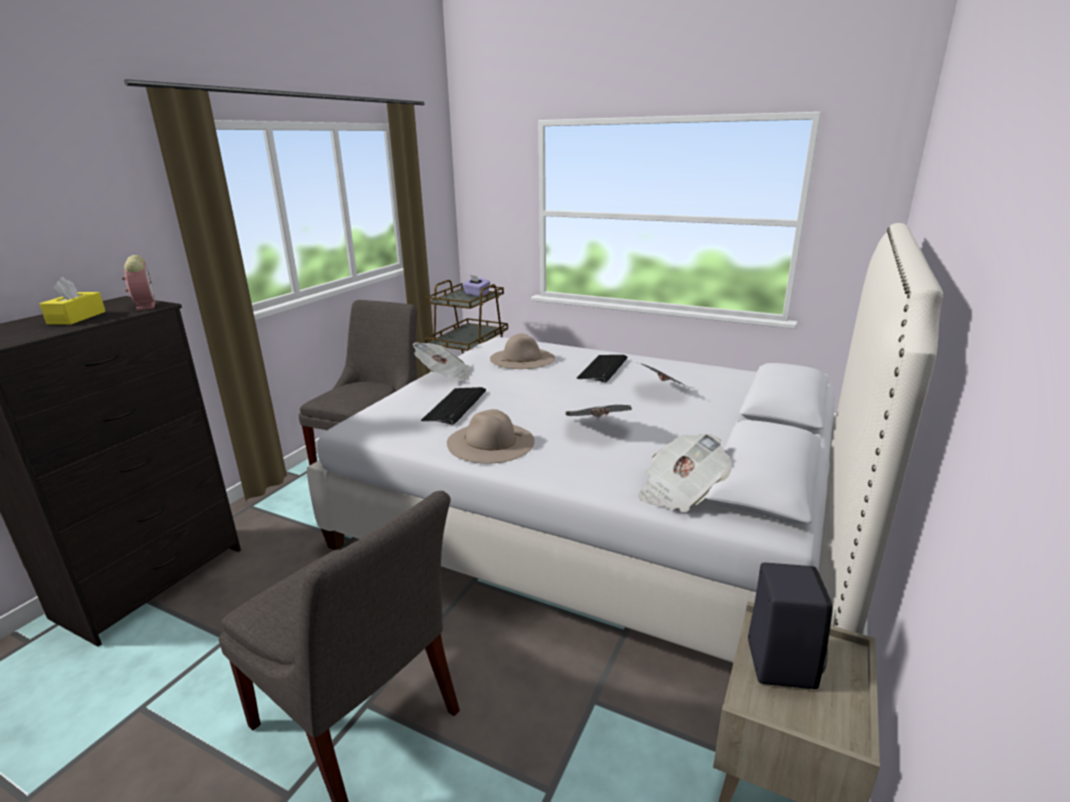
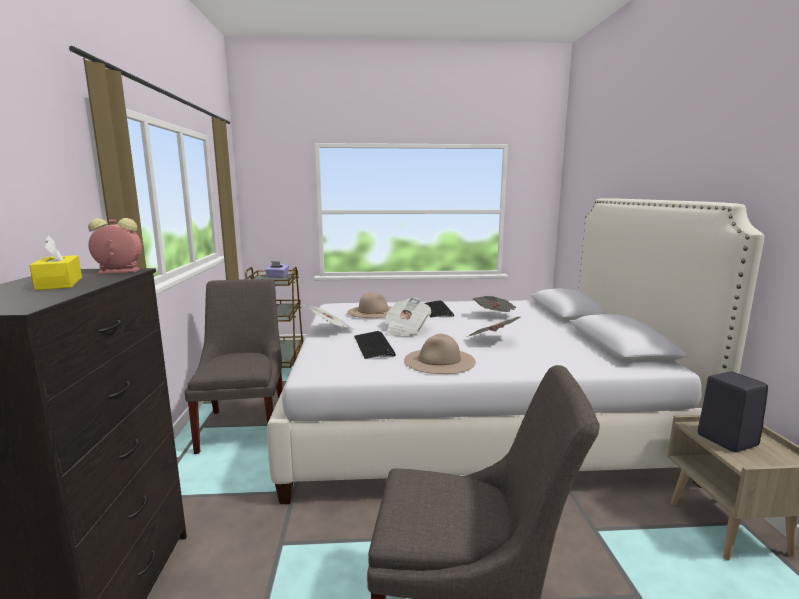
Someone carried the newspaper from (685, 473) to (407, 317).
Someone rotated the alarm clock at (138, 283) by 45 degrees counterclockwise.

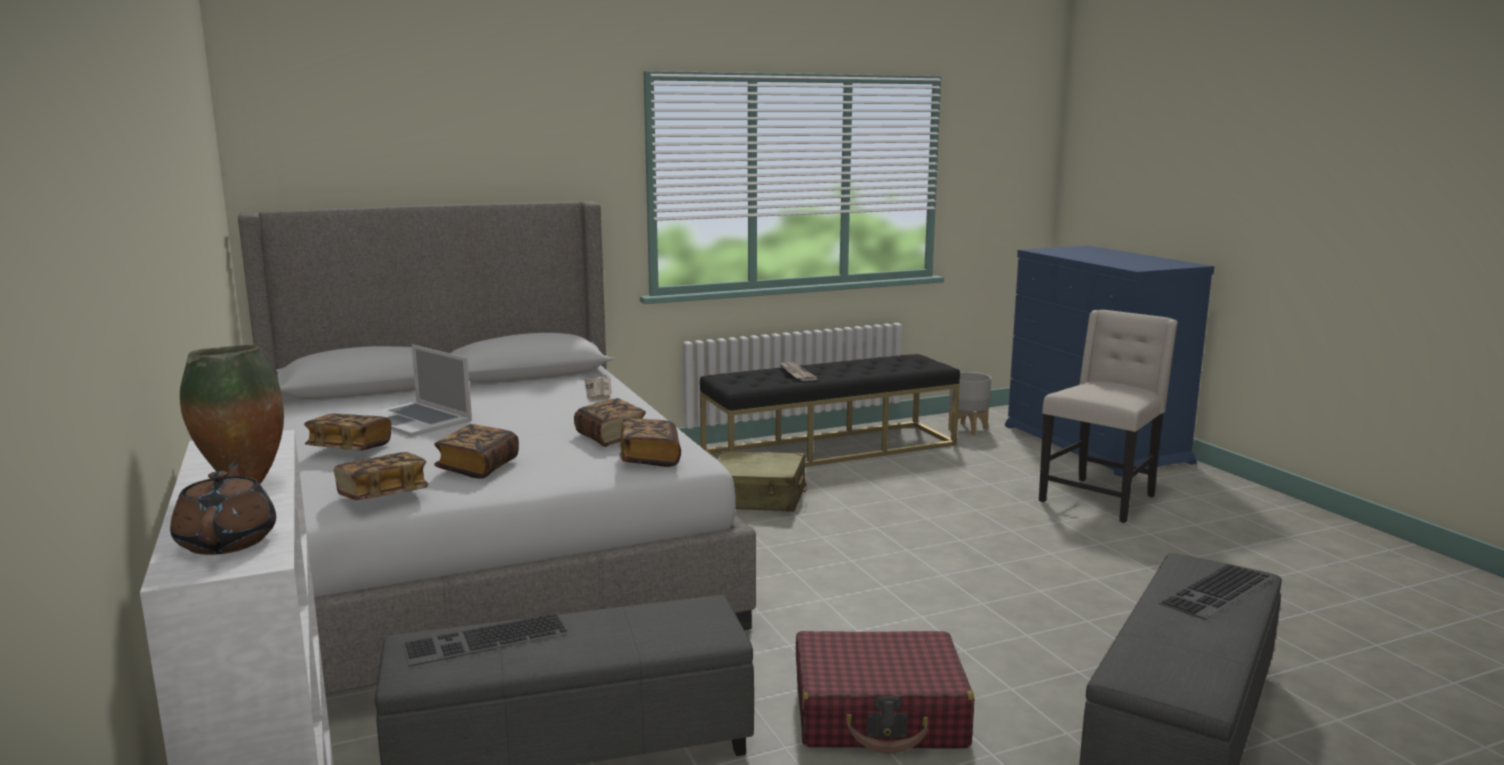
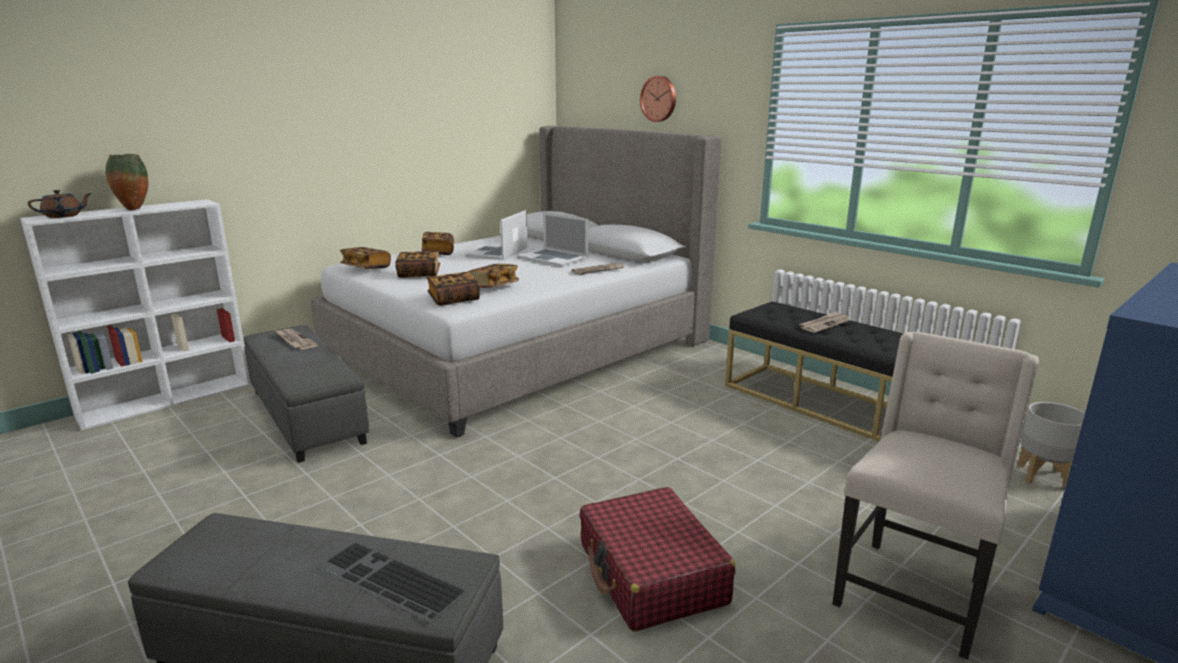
Someone took away the beige suitcase at (762, 481).
Someone put down the laptop at (552, 240).
Someone put up the wall clock at (658, 99).
Someone carried the red suitcase from (885, 692) to (657, 559).
Someone swapped the keyboard at (486, 640) for the newspaper at (296, 339).
Someone rotated the beige chair at (1108, 416) by 75 degrees counterclockwise.

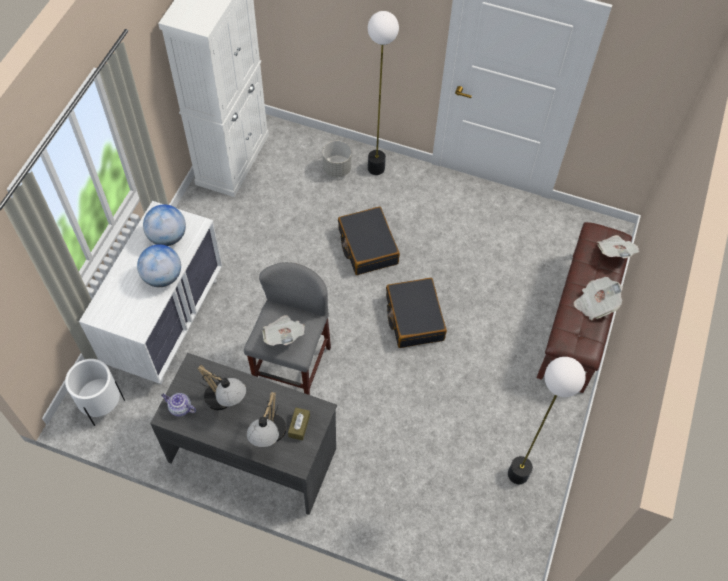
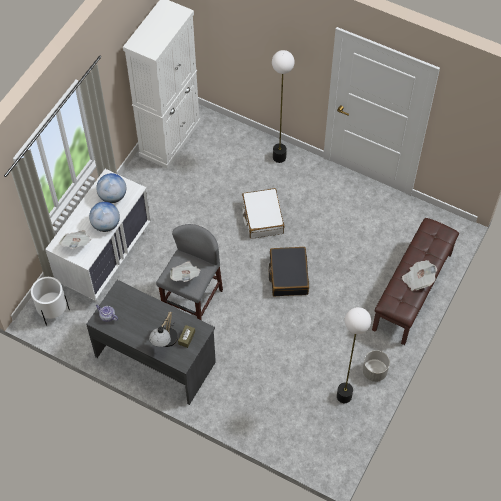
Someone took away the table lamp at (222, 387).
Someone carried the grey planter from (337, 159) to (376, 366).
Someone carried the newspaper from (618, 246) to (75, 239).
Someone repainted the black suitcase at (369, 241), which became the white suitcase at (263, 213).

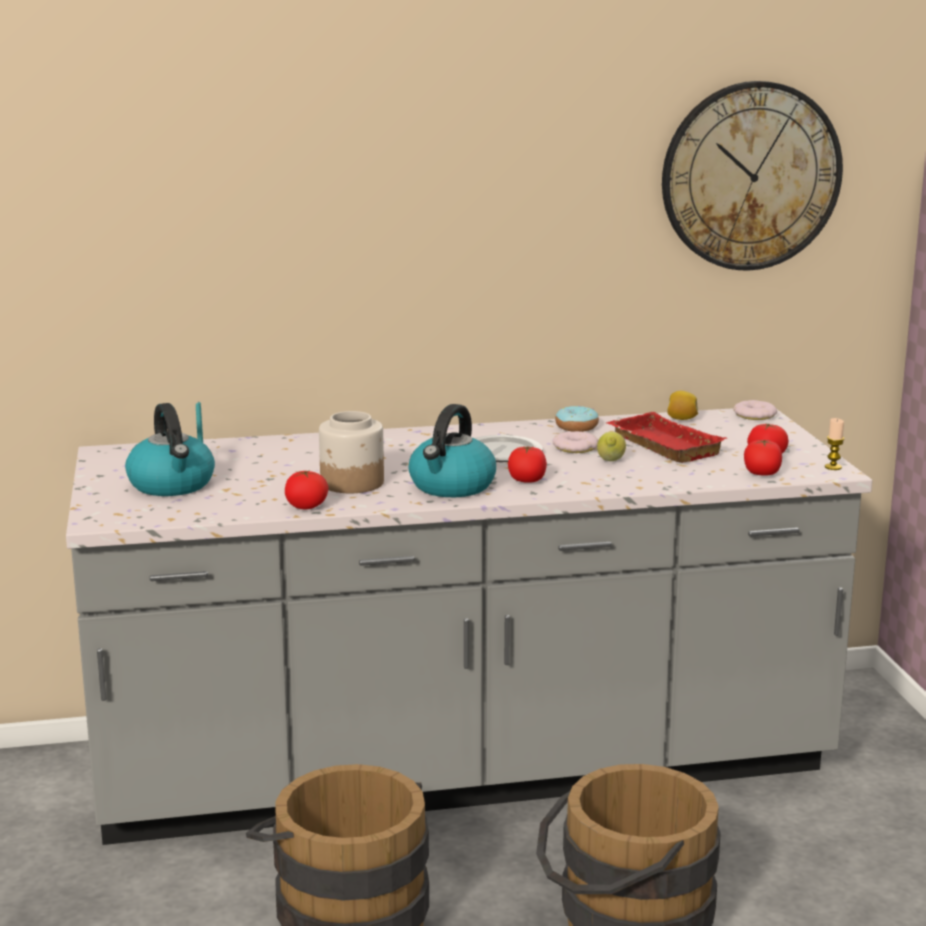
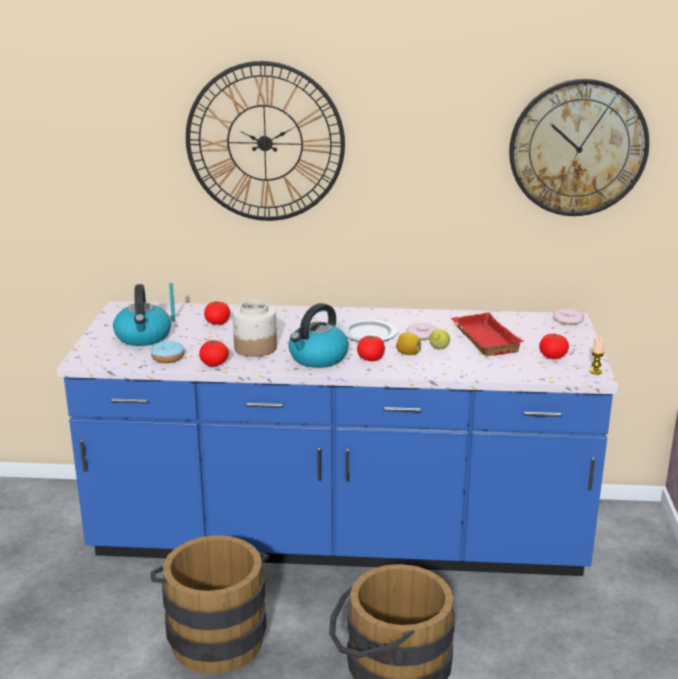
Someone put up the wall clock at (265, 141).
Someone carried the donut from (577, 419) to (167, 352).
Someone carried the lemon from (683, 405) to (408, 343).
Someone carried the tomato from (763, 458) to (217, 313).
Someone repainted the grey counter at (469, 626), which became the blue counter at (338, 438).

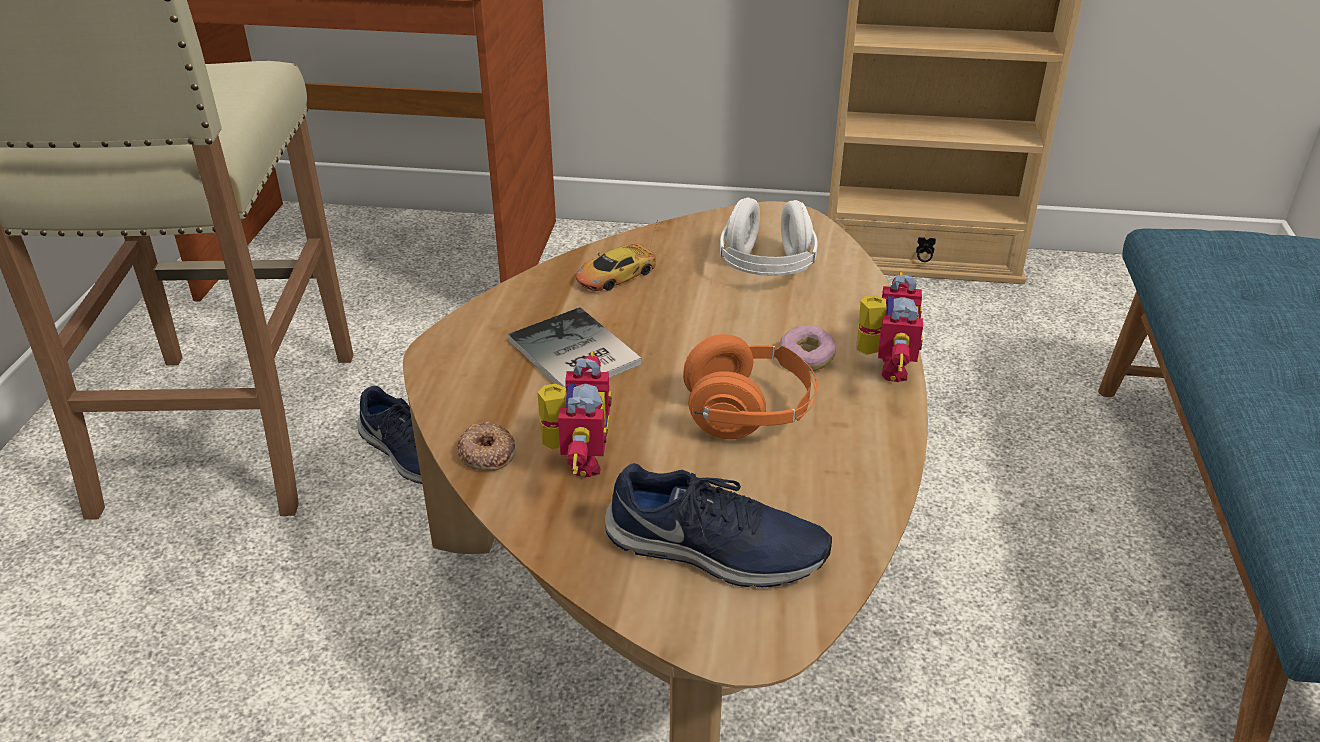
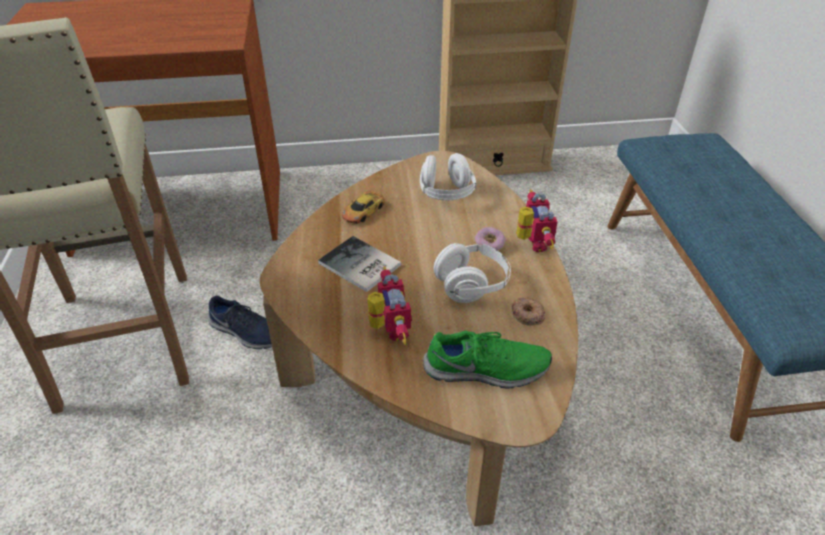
Someone carried the donut from (486, 446) to (528, 311).
Someone repainted the blue shoe at (718, 525), which became the green shoe at (487, 359).
Someone repainted the orange headphones at (750, 386), which became the white headphones at (472, 273).

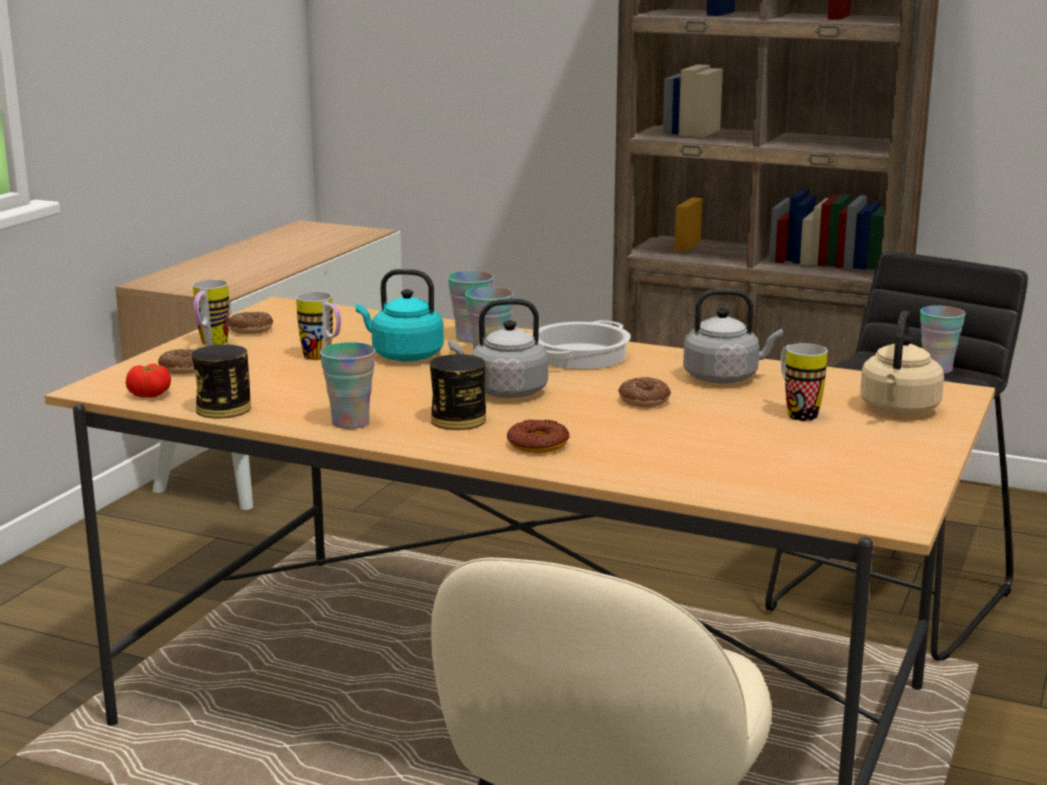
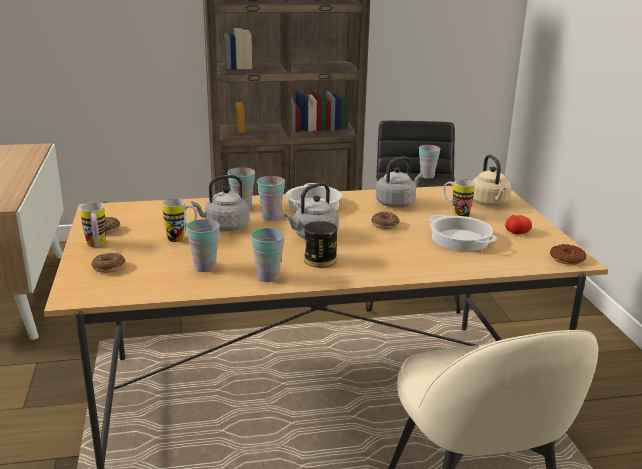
Someone took away the can at (221, 381).
Someone put down the cup at (203, 245).
Someone put down the cooking pot at (463, 233).
Someone carried the tomato from (148, 381) to (518, 224).
Someone carried the donut from (538, 436) to (568, 254).
Someone repainted the turquoise kettle at (400, 315), which became the grey kettle at (220, 203).

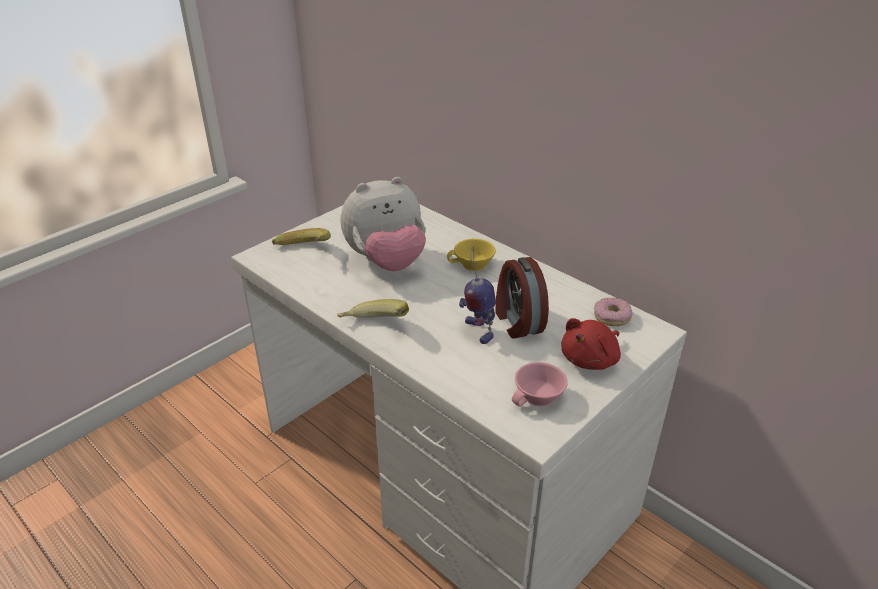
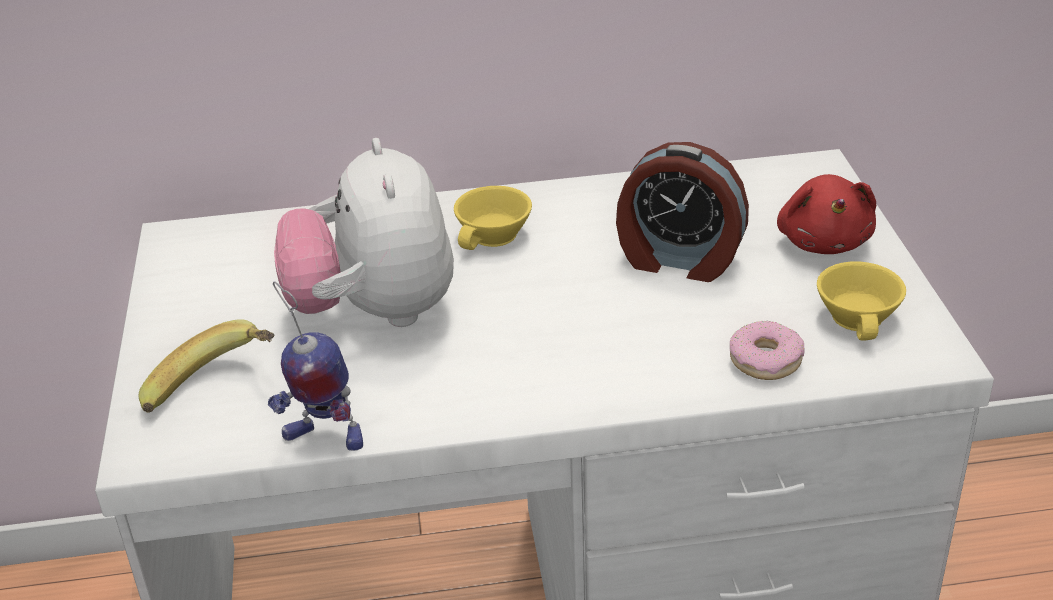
Someone took away the banana at (373, 308).
Someone carried the toy robot from (477, 295) to (315, 366).
Someone carried the donut from (613, 312) to (767, 350).
Someone repainted the pink cup at (540, 384), which became the yellow cup at (861, 301).
Someone rotated the plush toy at (383, 224) by 150 degrees clockwise.

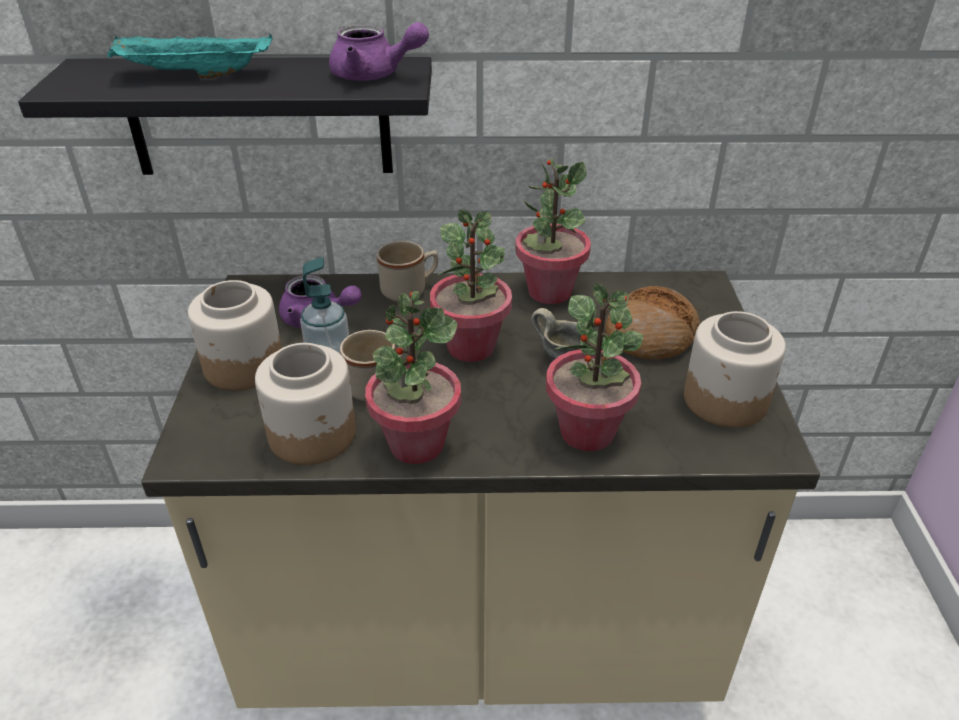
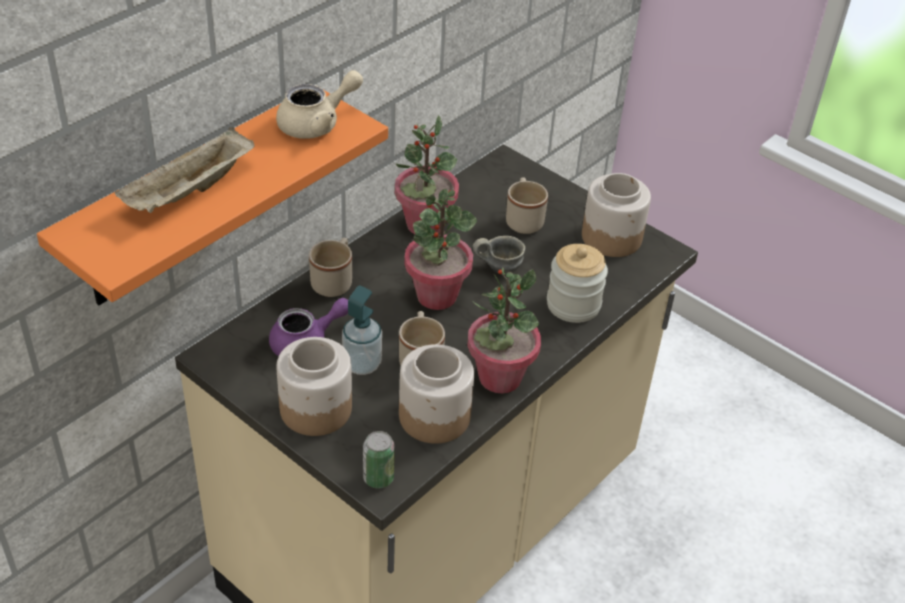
Someone put down the can at (379, 459).
Someone swapped the potted plant at (594, 367) for the jar at (577, 283).
Someone swapped the bread at (652, 322) for the beige mug at (527, 205).
Someone repainted the black shelf at (225, 116), which became the orange shelf at (212, 197).
Someone repainted the turquoise tray at (189, 55), which became the beige tray at (185, 170).
Someone repainted the purple teapot at (379, 51), which became the beige teapot at (319, 104).

